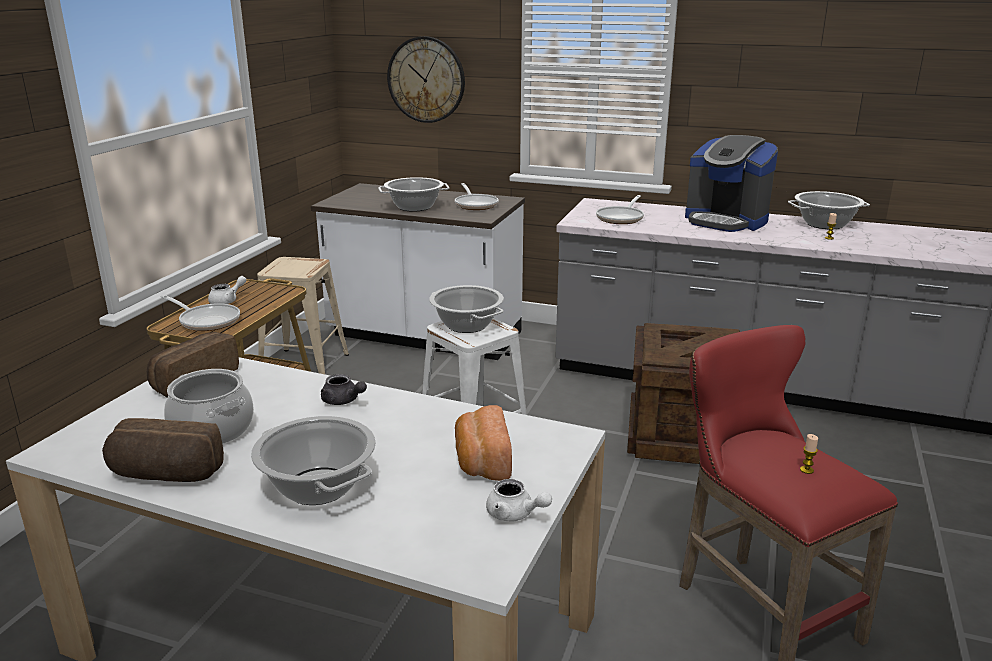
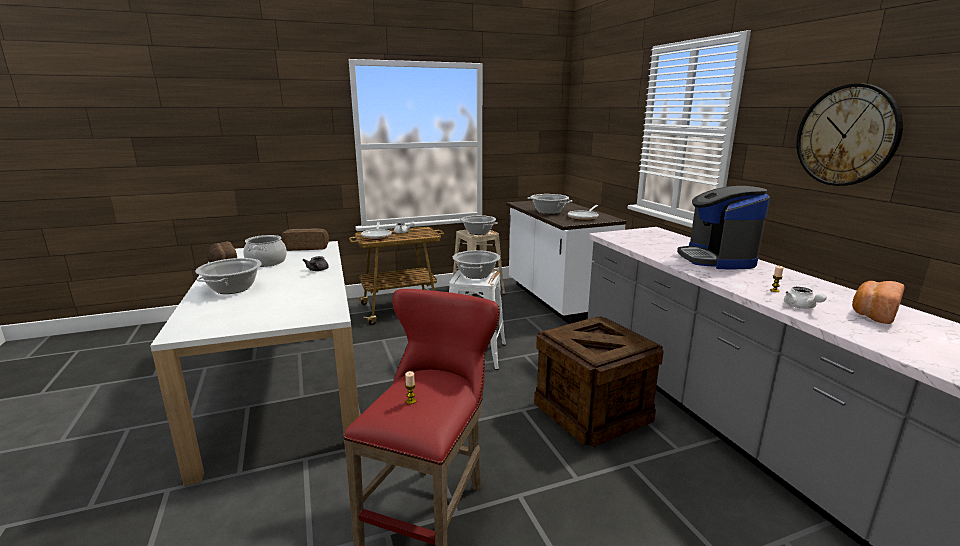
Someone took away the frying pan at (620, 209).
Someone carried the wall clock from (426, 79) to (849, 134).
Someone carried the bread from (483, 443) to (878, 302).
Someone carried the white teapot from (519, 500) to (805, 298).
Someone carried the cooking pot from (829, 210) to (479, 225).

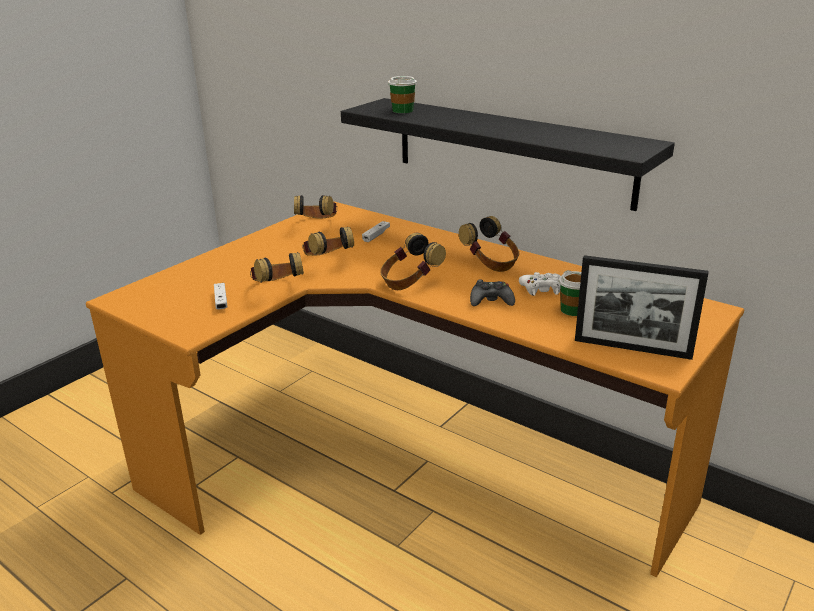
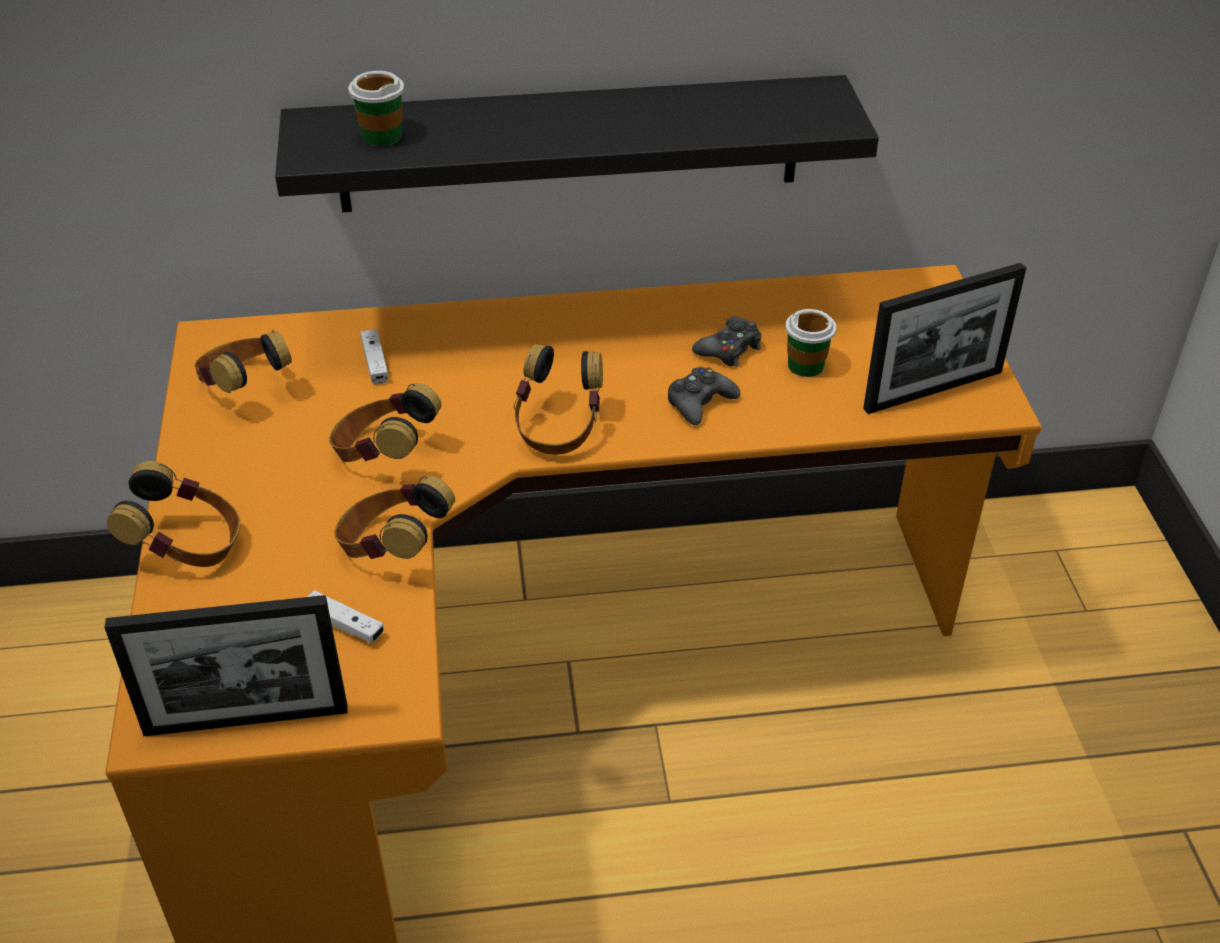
Someone put down the picture frame at (226, 665).
Someone carried the headphones from (489, 244) to (173, 514).
Someone repainted the white game controller at (539, 284), which became the black game controller at (726, 341).

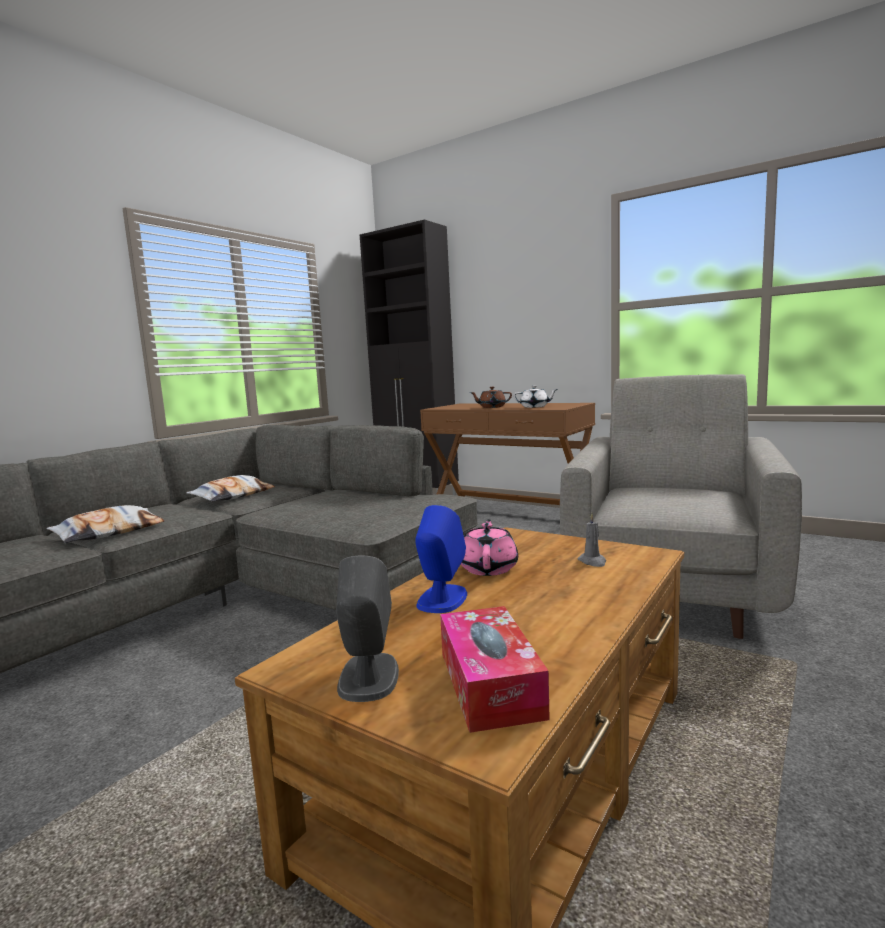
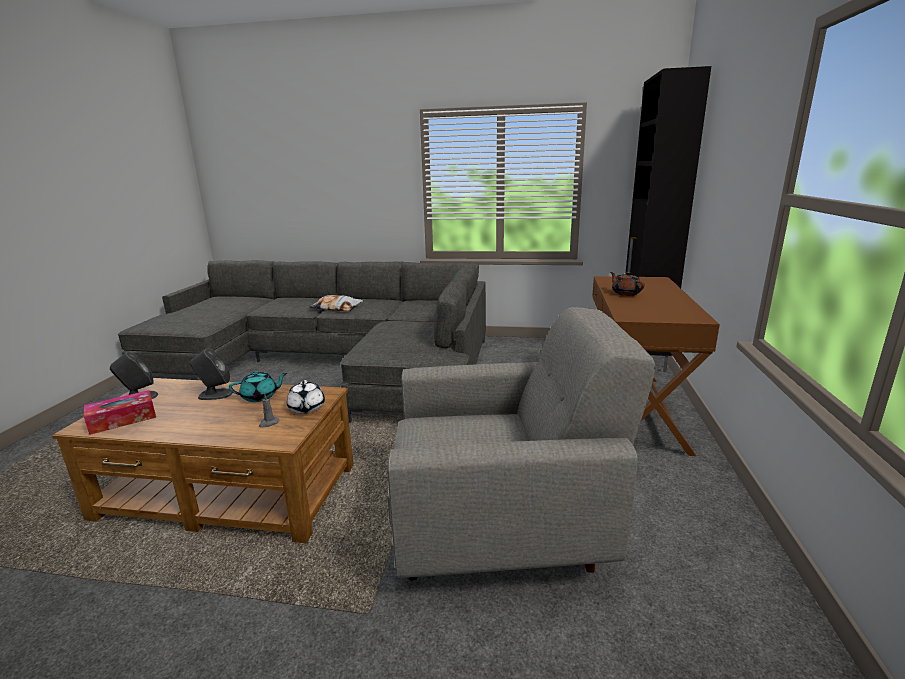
Someone took away the pillow at (230, 488).
Someone carried the white teapot from (535, 396) to (306, 397).
Someone repainted the blue speaker at (441, 559), which became the grey speaker at (211, 374).
Someone repainted the pink teapot at (489, 547), which became the turquoise teapot at (258, 386).

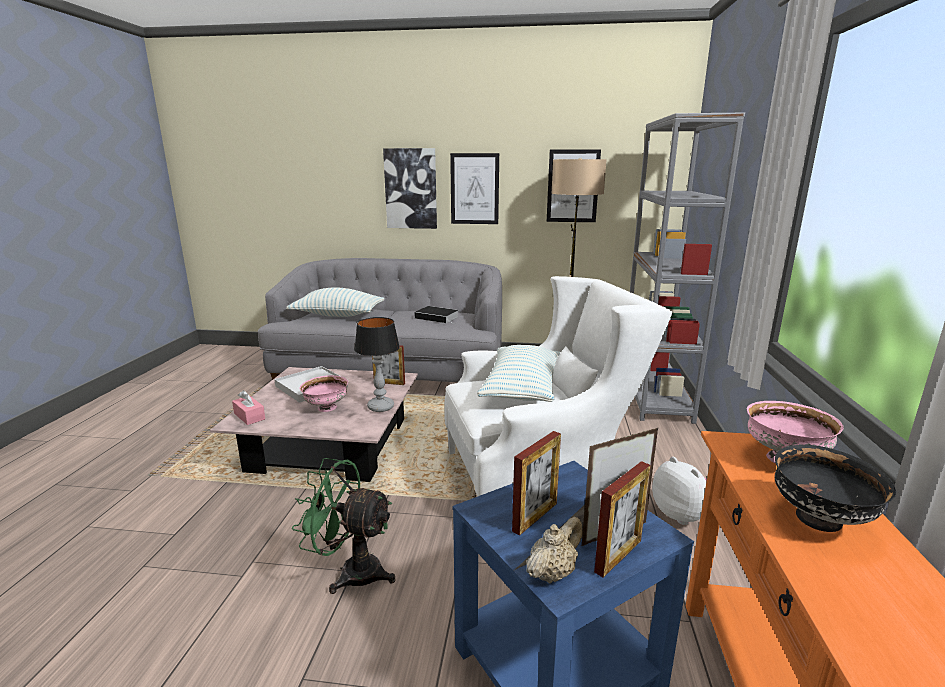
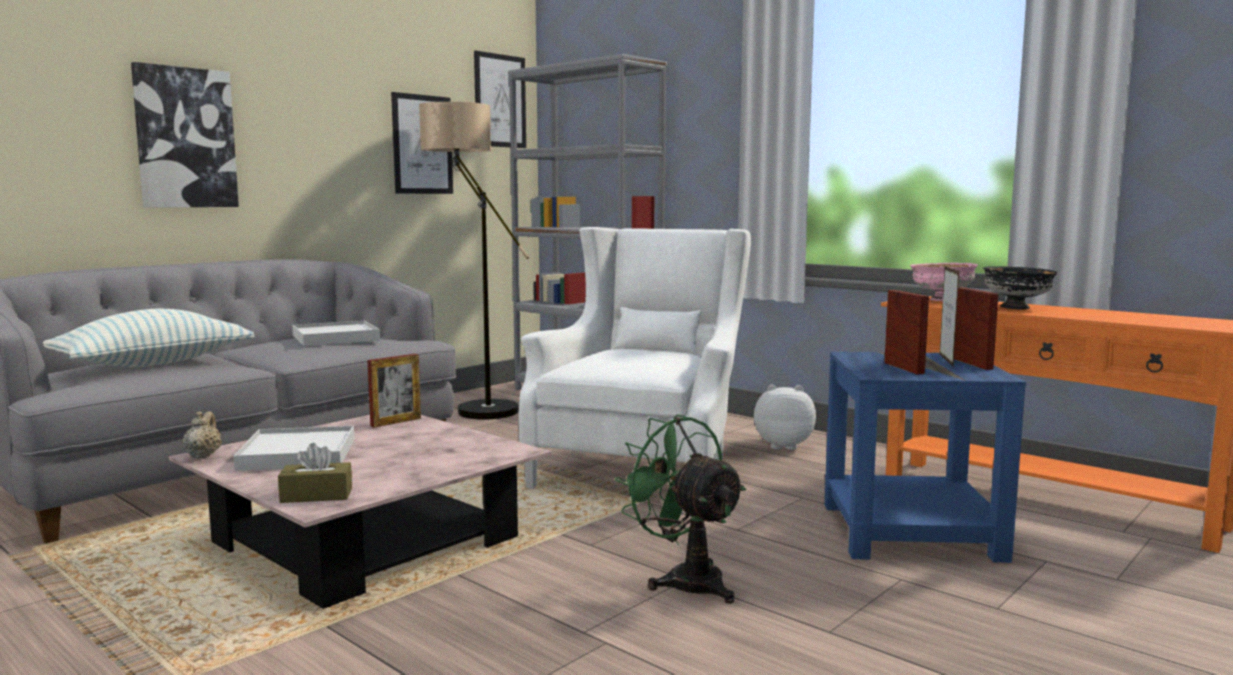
Someone took away the pink bowl at (323, 393).
Someone took away the table lamp at (377, 364).
Someone took away the pillow at (518, 373).
Someone carried the picture from (474, 188) to (500, 99).
Someone carried the beige teapot from (554, 549) to (202, 434).
Someone swapped the book at (436, 314) for the white tray at (336, 333).
Someone repainted the pink tissue box at (248, 407), which became the brown tissue box at (315, 473).
Someone rotated the green fan at (343, 526) by 90 degrees clockwise.

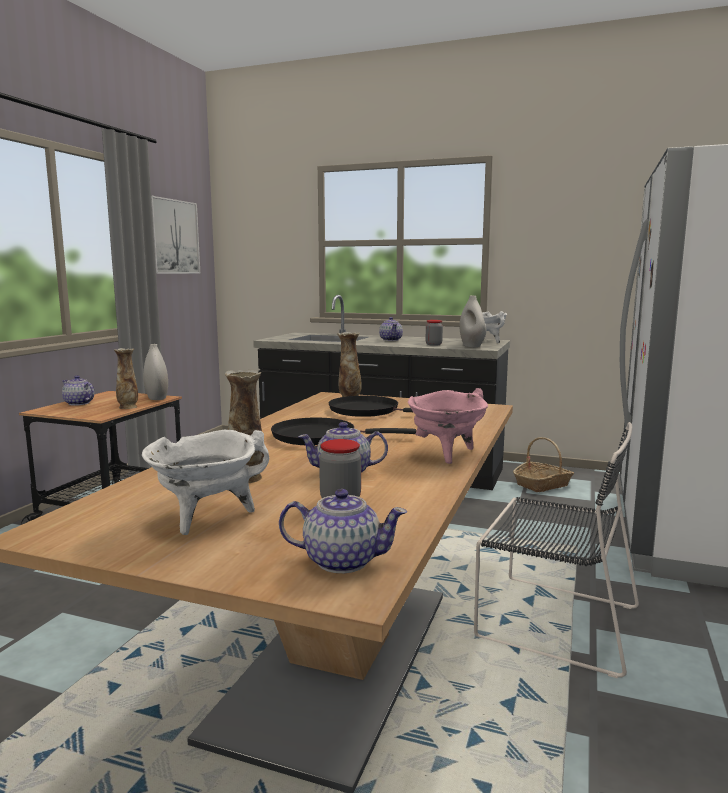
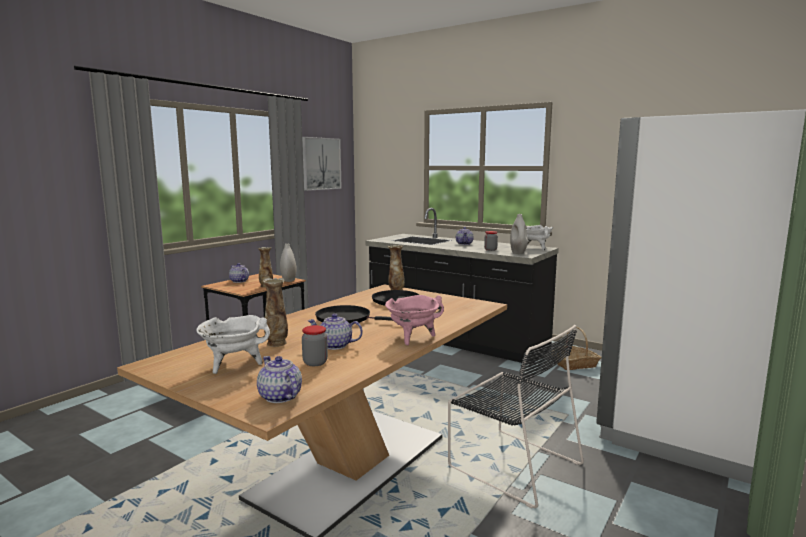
Someone rotated the teapot at (343, 531) by 150 degrees counterclockwise.

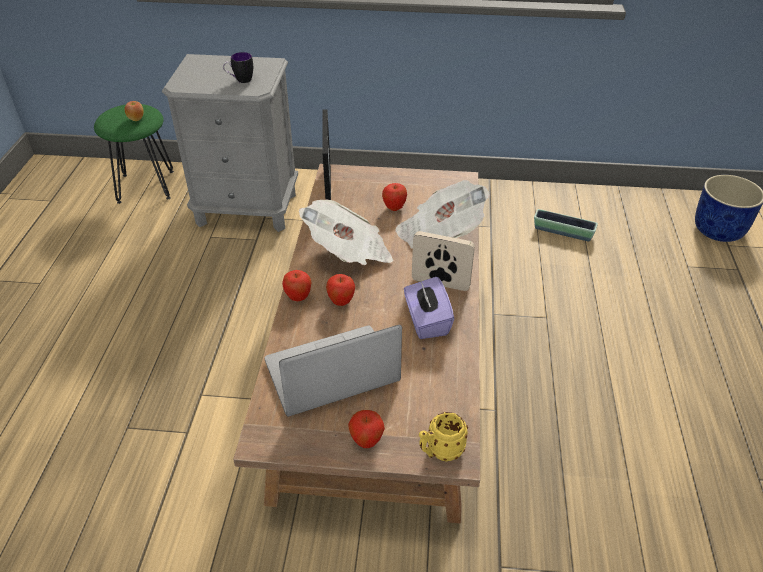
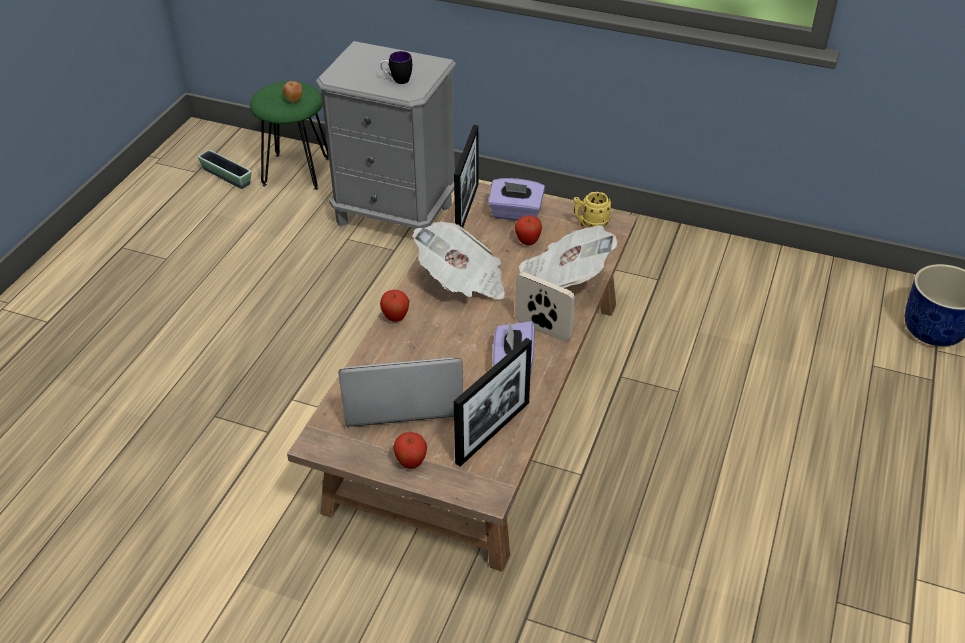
Someone took away the apple at (340, 290).
Someone put down the picture frame at (493, 402).
Someone put down the purple tissue box at (516, 199).
Someone carried the yellow mug from (443, 436) to (592, 210).
Someone carried the planter from (566, 225) to (224, 169).

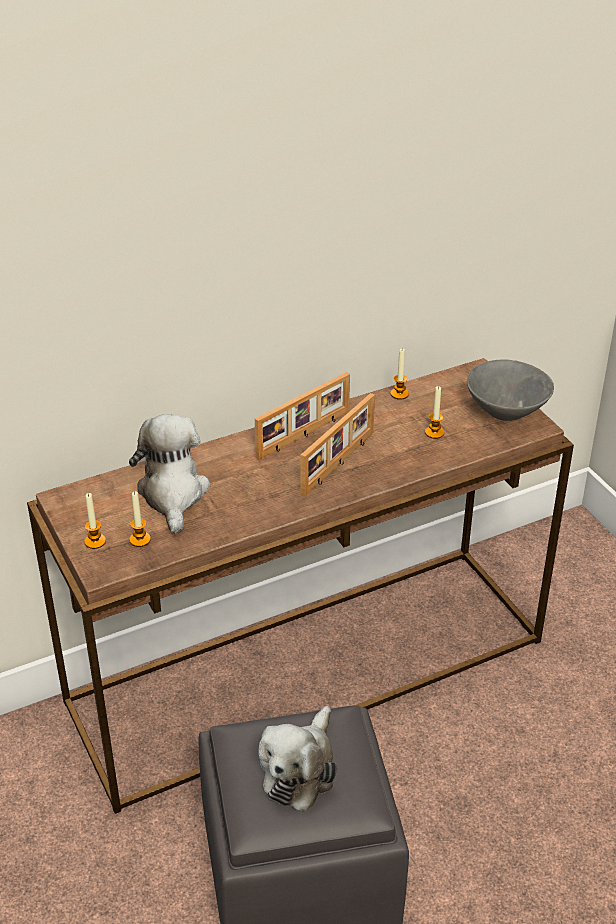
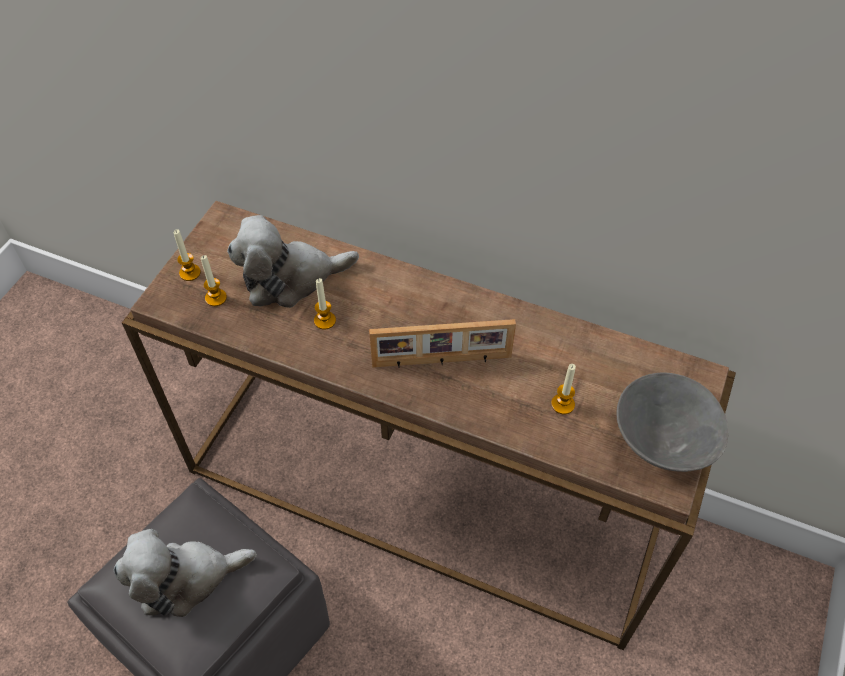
Someone took away the picture frame at (302, 416).
Someone carried the candle from (399, 374) to (325, 304).
Someone rotated the plush toy at (169, 474) by 150 degrees counterclockwise.

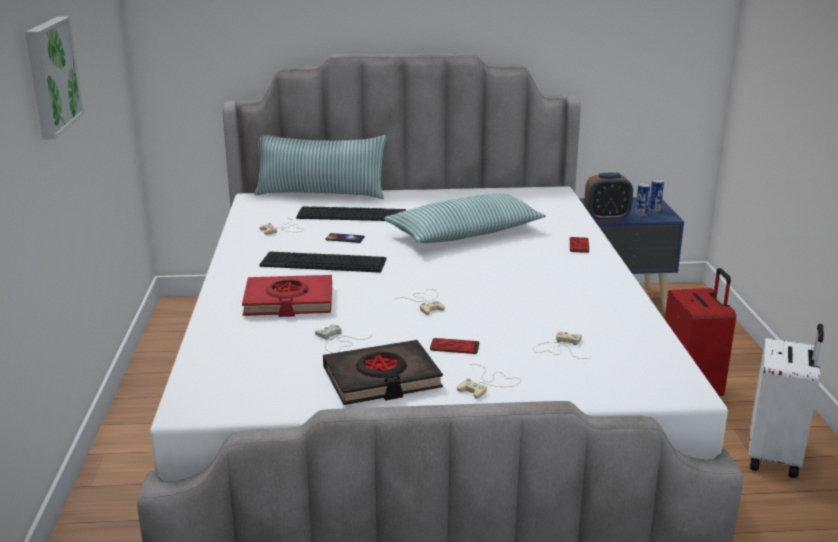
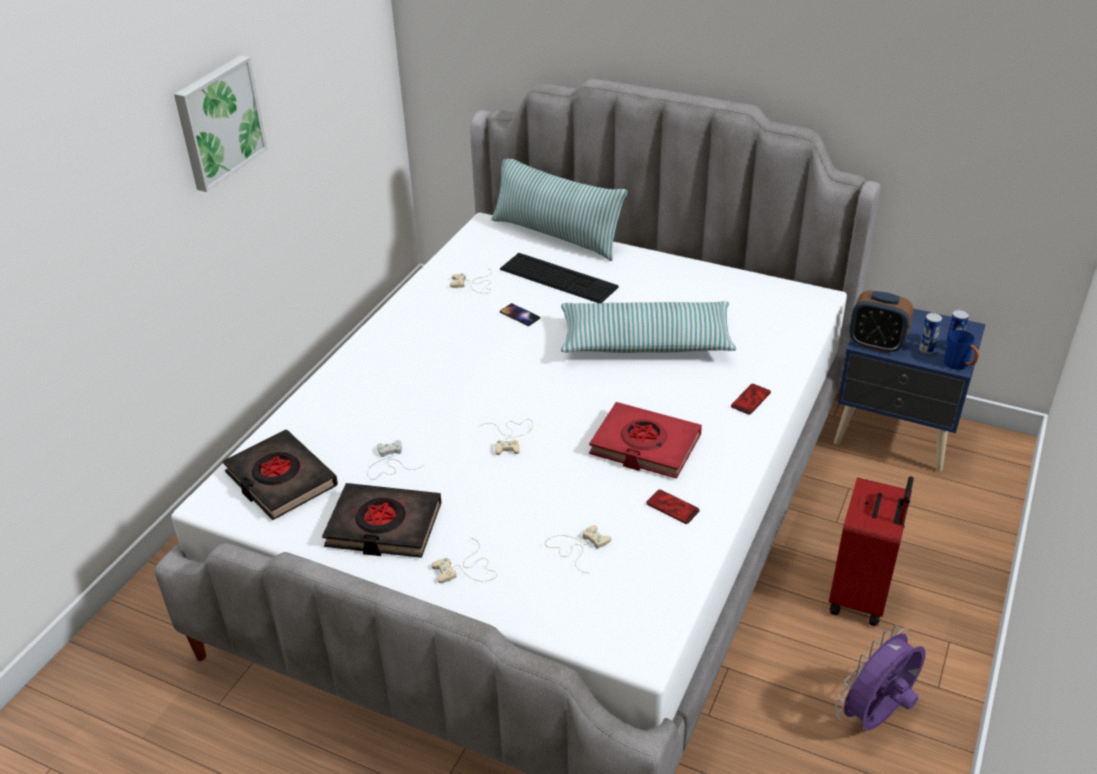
Someone took away the keyboard at (323, 262).
Someone put down the black book at (280, 475).
Someone put down the blue mug at (961, 350).
Someone carried the red book from (287, 296) to (645, 440).
Someone carried the phone from (454, 346) to (673, 507).
Someone swapped the white suitcase at (786, 401) for the purple fan at (880, 678).

